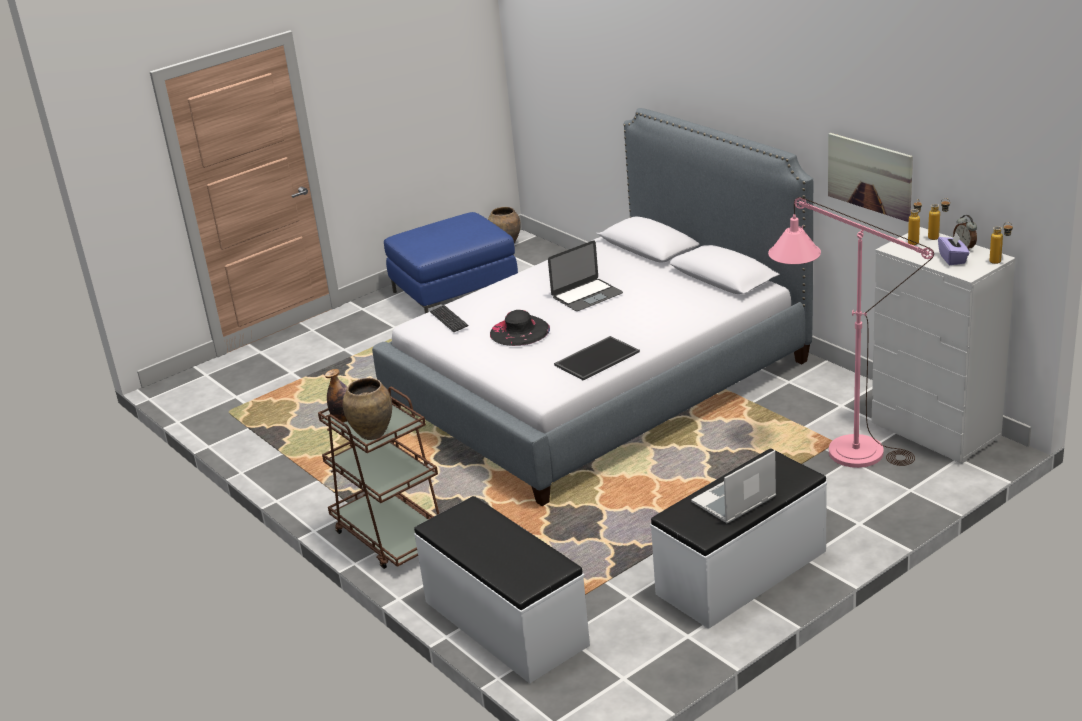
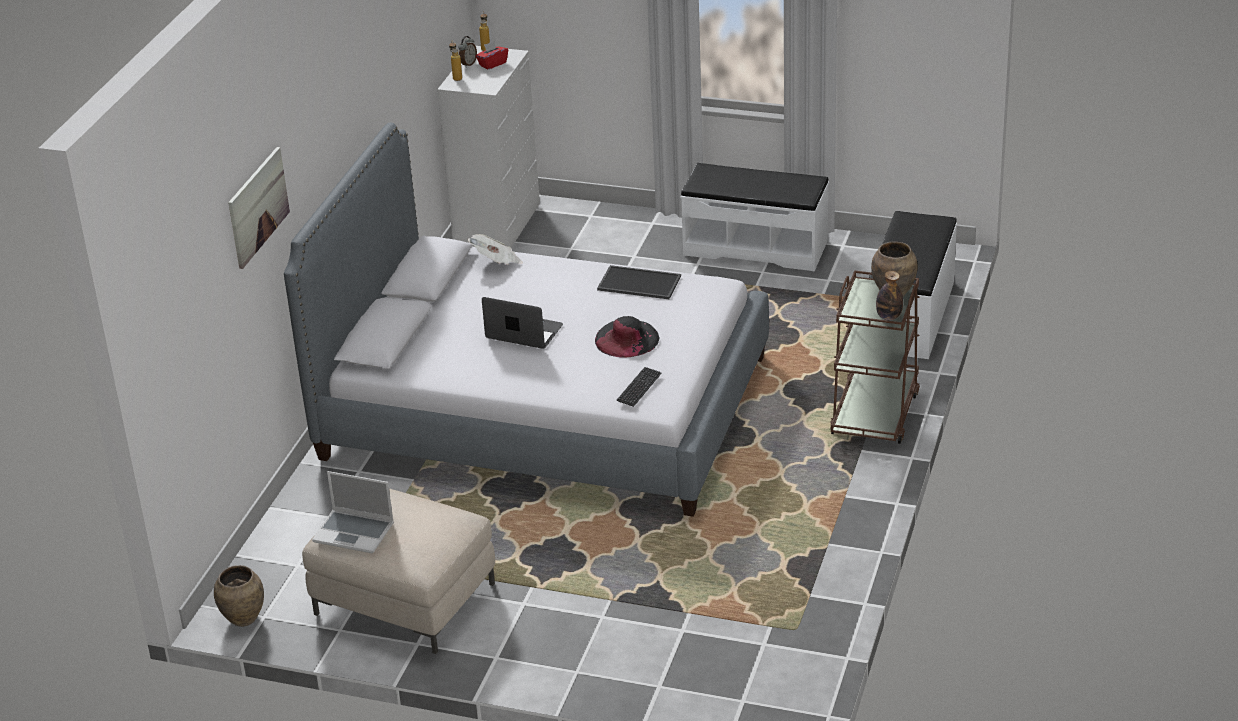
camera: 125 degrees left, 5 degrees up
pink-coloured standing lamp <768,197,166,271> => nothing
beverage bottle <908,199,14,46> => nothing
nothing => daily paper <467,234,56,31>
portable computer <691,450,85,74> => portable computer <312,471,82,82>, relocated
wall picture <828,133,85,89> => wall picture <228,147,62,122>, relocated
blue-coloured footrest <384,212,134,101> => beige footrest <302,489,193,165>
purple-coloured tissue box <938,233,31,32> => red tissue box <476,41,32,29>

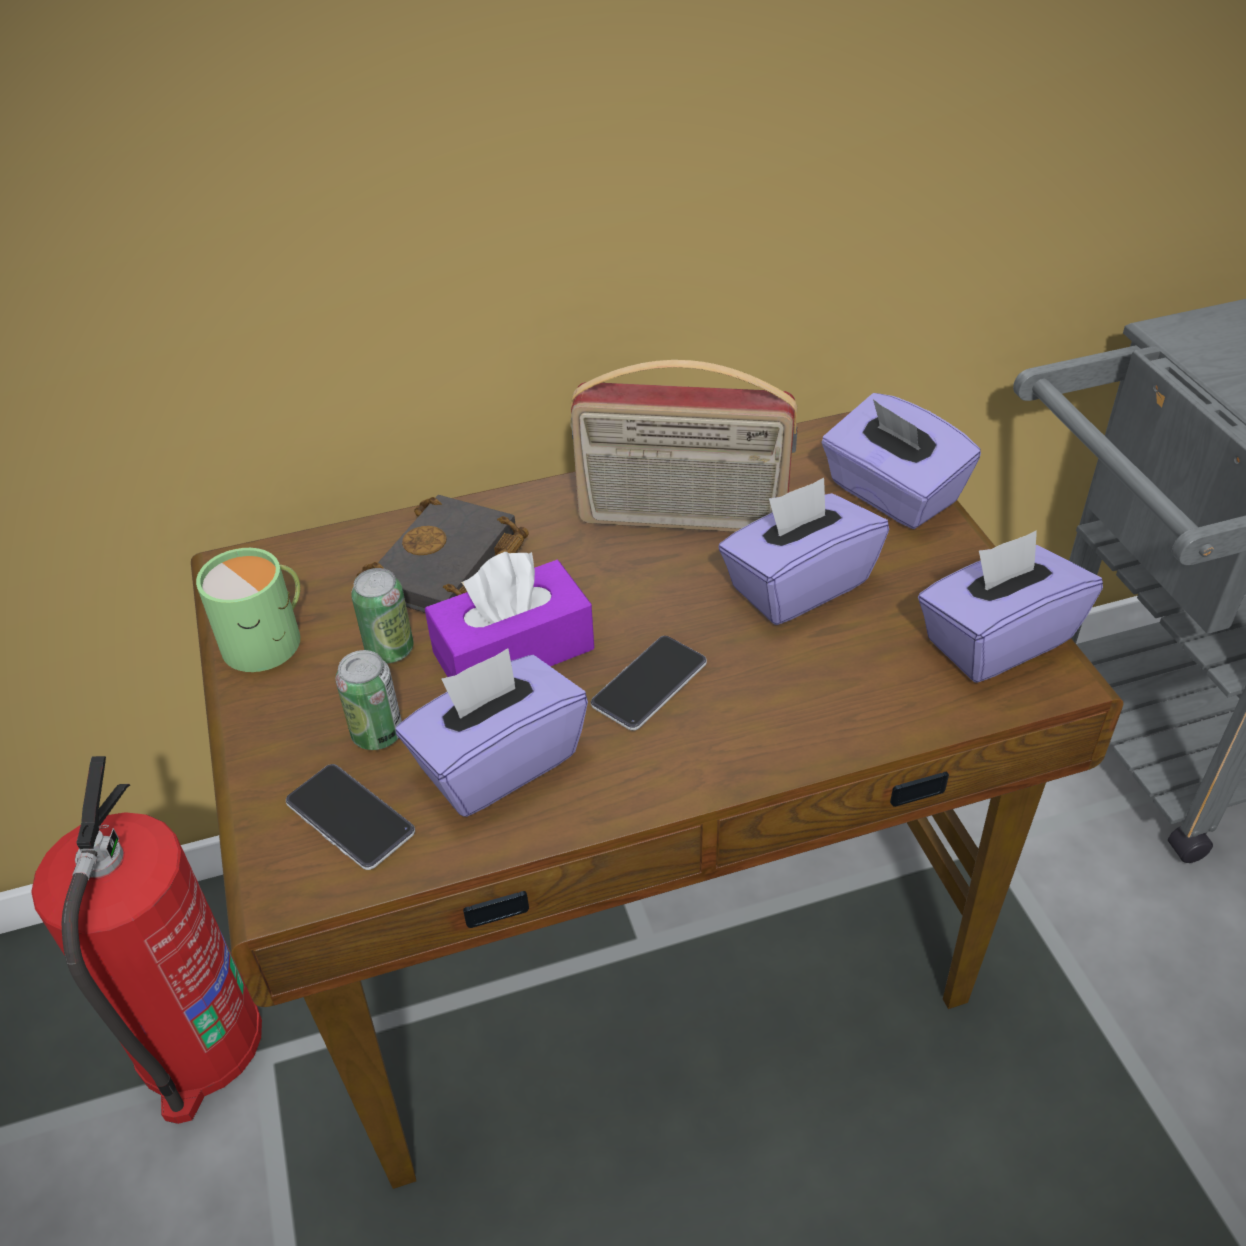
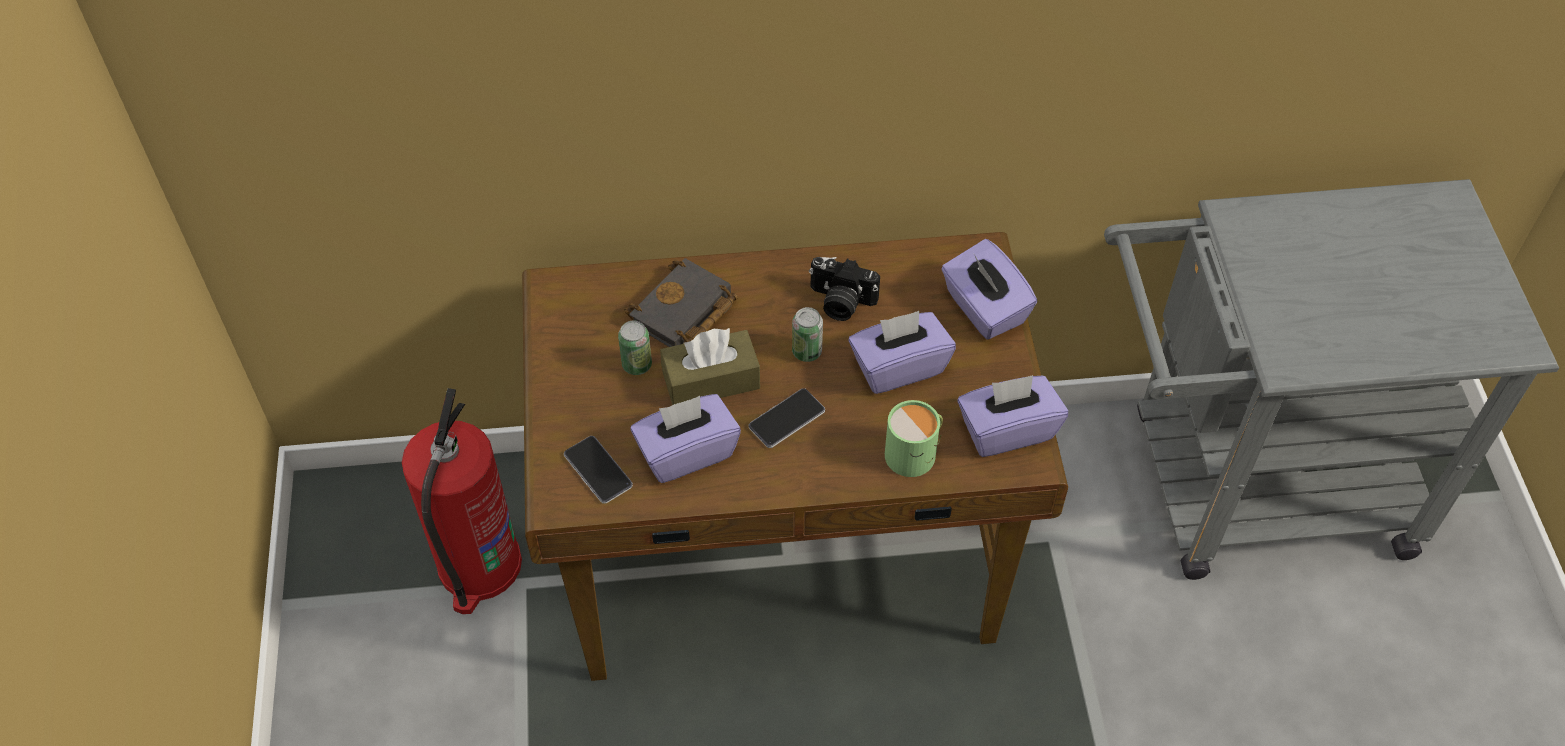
camera: 10 degrees right, 10 degrees up
green tea mug <196,548,104,124> => green tea mug <885,400,58,77>, relocated
can <336,650,66,100> => can <792,307,31,55>, relocated
radio receiver <570,360,228,172> => photo camera <809,257,71,64>
purple-coloured tissue box <425,552,169,125> => brown tissue box <660,328,100,77>

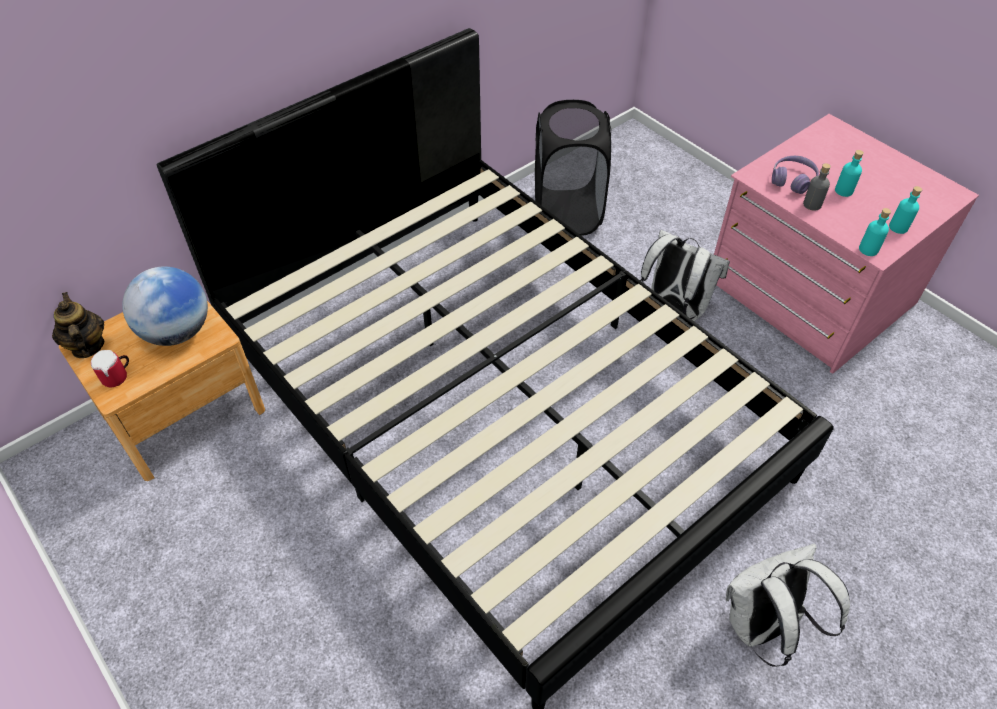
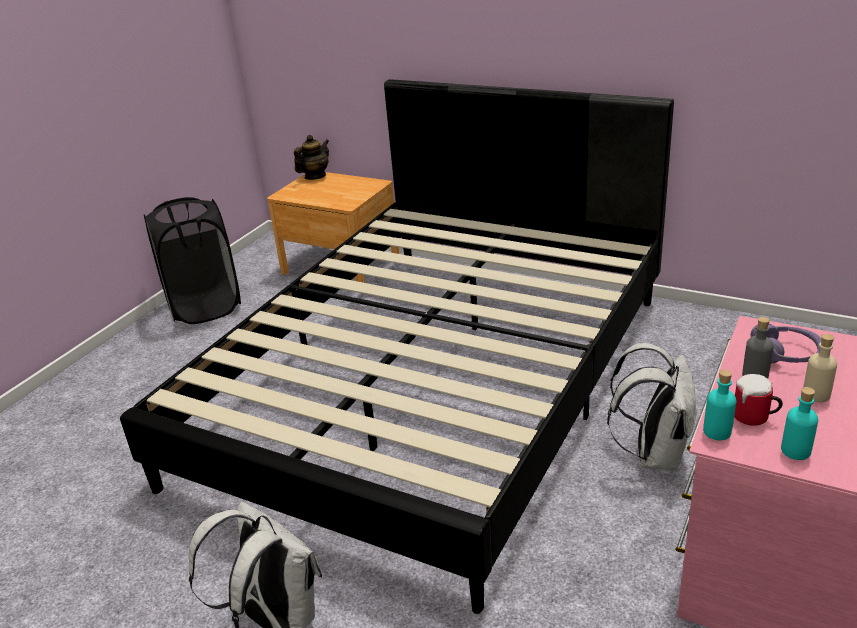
camera: 70 degrees right, 20 degrees down
world globe <122,266,86,80> => nothing
tea mug <91,350,38,37> => tea mug <734,374,49,52>, relocated
black hamper <535,100,76,136> => black hamper <144,197,97,127>, relocated
blue-green beverage bottle <835,150,29,47> => beige beverage bottle <803,334,34,68>

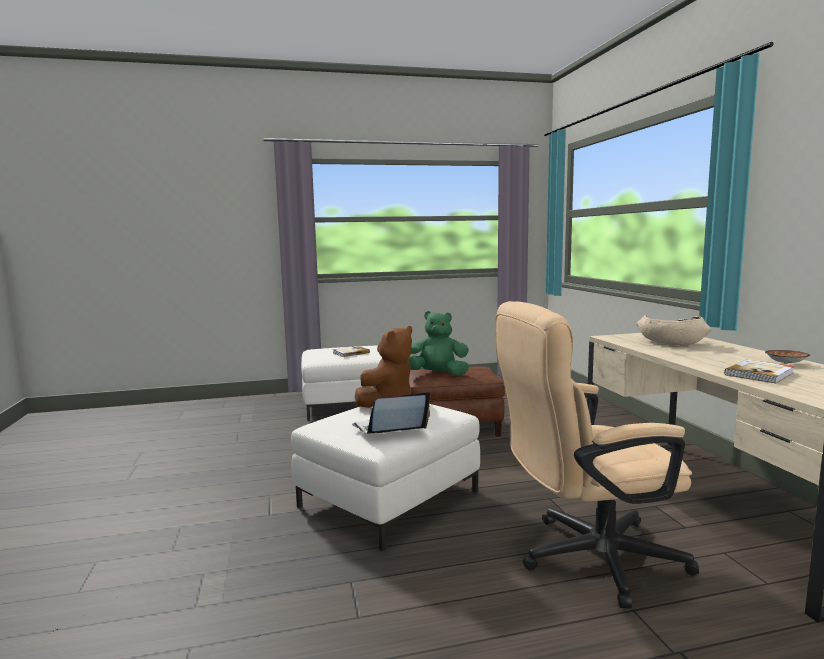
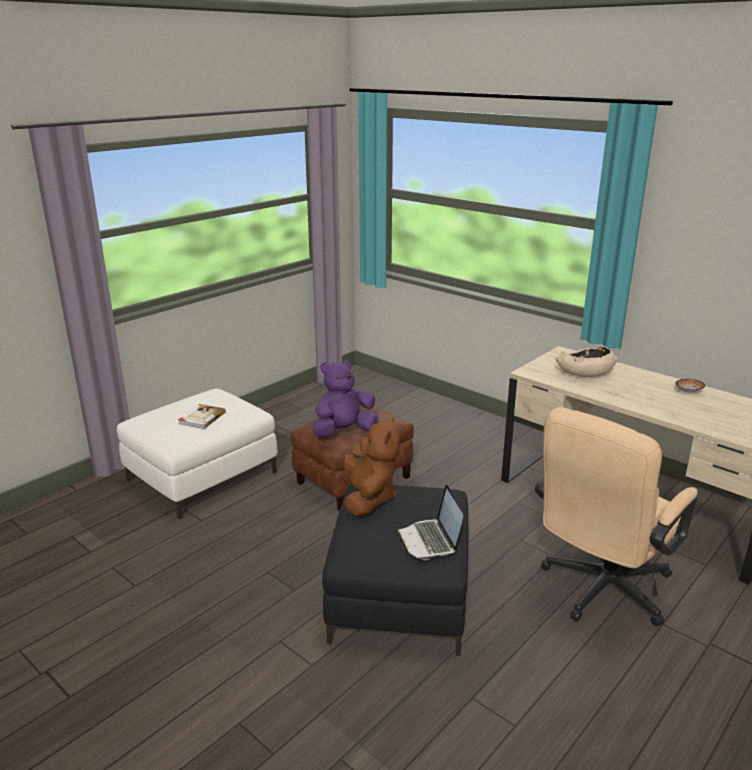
camera: 35 degrees left, 15 degrees up
volume <724,360,70,23> => nothing
white footrest <291,404,189,147> => black footrest <322,484,146,172>
green soft toy <408,311,61,65> => purple-coloured soft toy <312,360,66,77>
portable computer <352,392,78,42> => portable computer <397,485,66,76>, 45 degrees counterclockwise

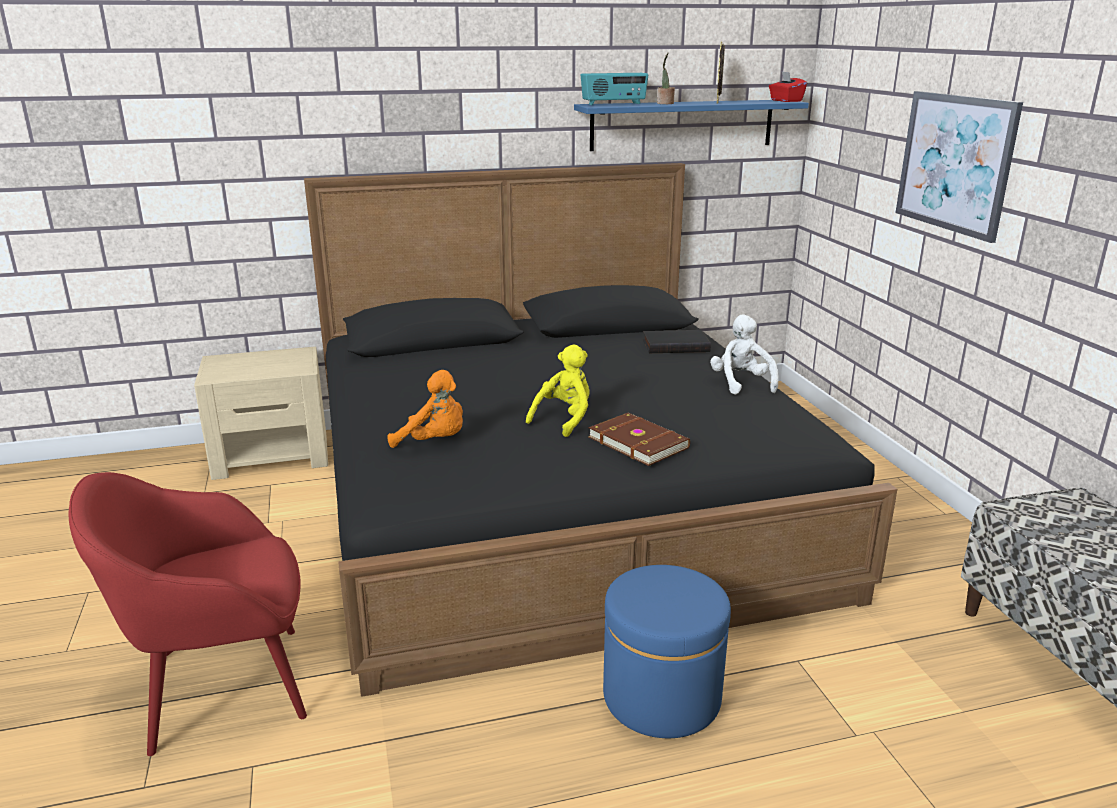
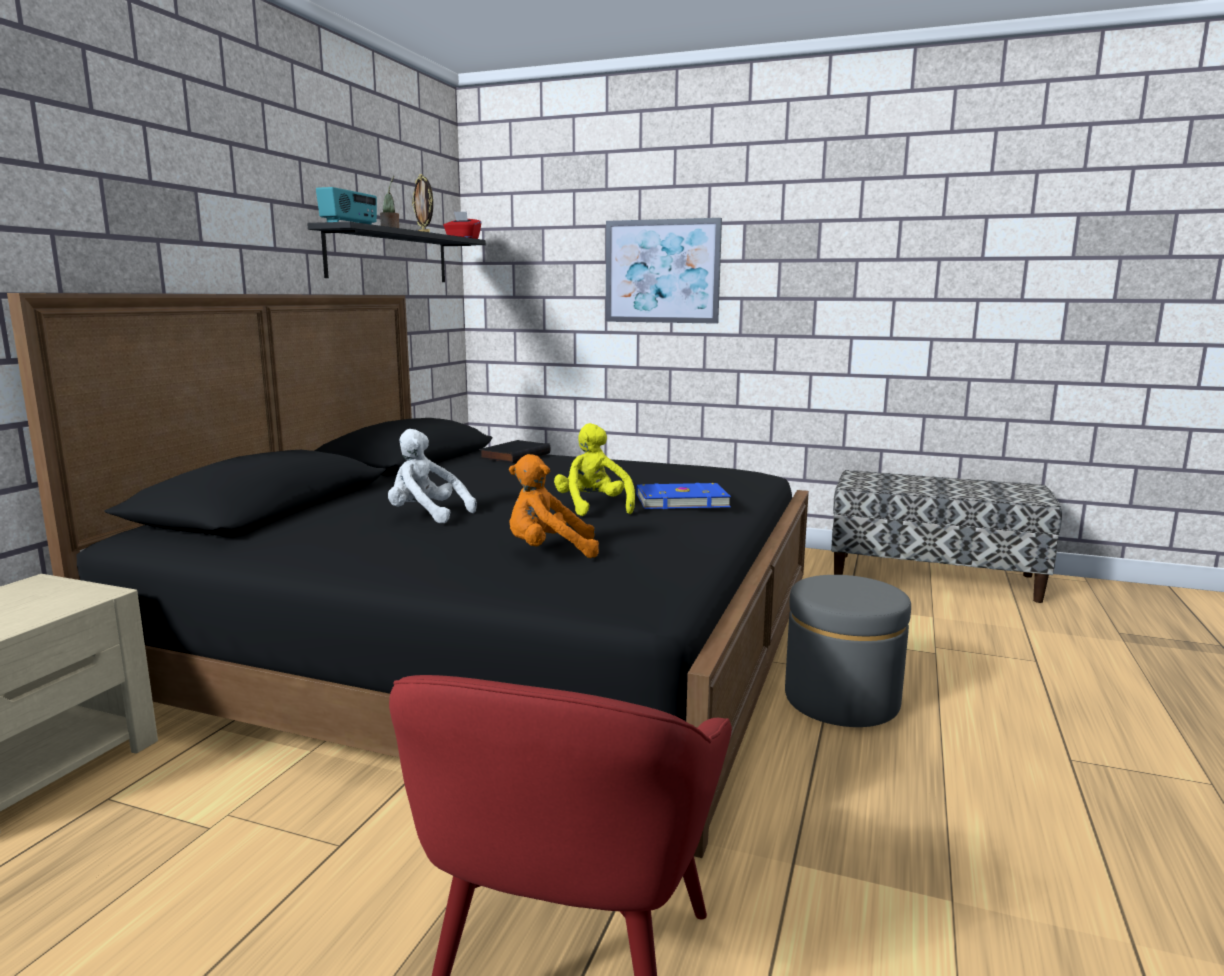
camera: 55 degrees left, 10 degrees down
white soft toy <710,315,69,80> => white soft toy <388,429,89,94>, relocated
blue-coloured bracket shelf <574,100,235,51> => black bracket shelf <307,222,179,60>
brown volume <588,413,102,53> => blue-coloured volume <636,483,95,26>
blue-coloured footrest <603,565,128,173> => grey footrest <785,575,126,152>
orange soft toy <388,370,75,78> => orange soft toy <509,454,90,104>, 150 degrees counterclockwise

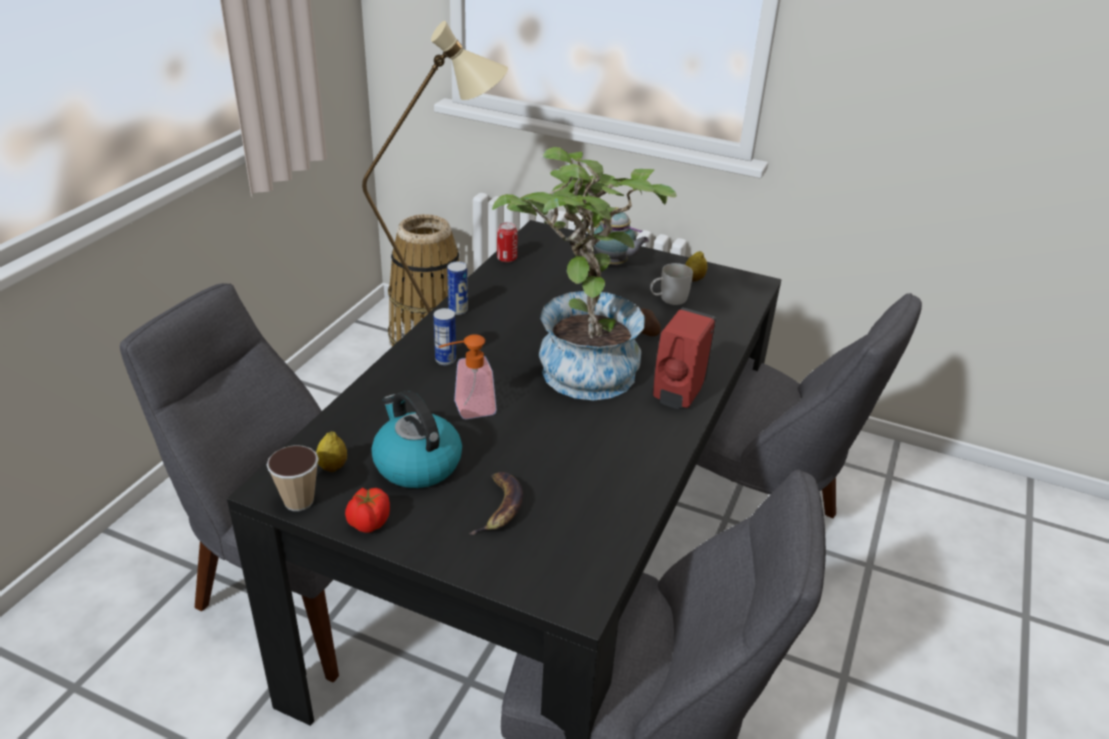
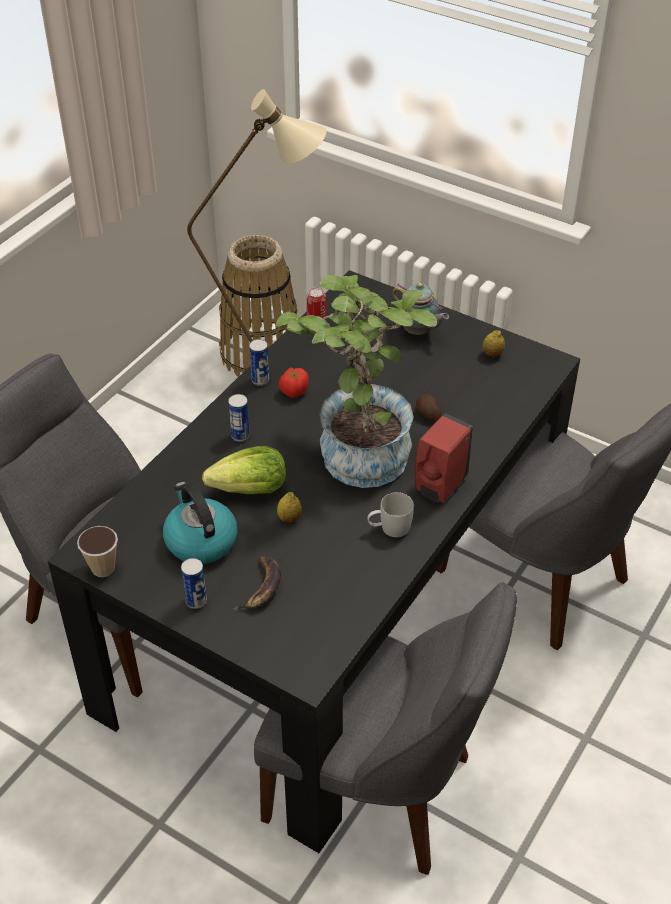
camera: 10 degrees right, 10 degrees up
nothing => can <181,558,26,51>
citrus fruit <316,432,31,40> => citrus fruit <277,492,25,31>, relocated
tomato <345,488,45,45> => tomato <279,367,30,31>, relocated
white tea mug <650,263,43,42> => white tea mug <367,492,47,45>, relocated
soap bottle <438,334,59,85> => lettuce head <202,446,84,48>

